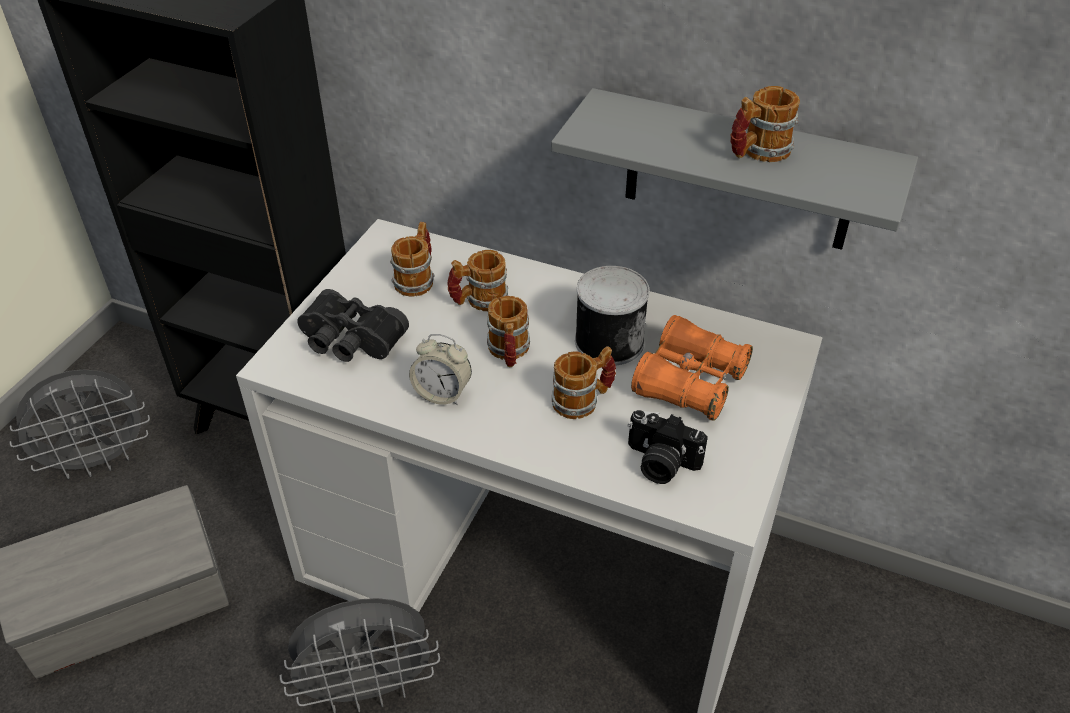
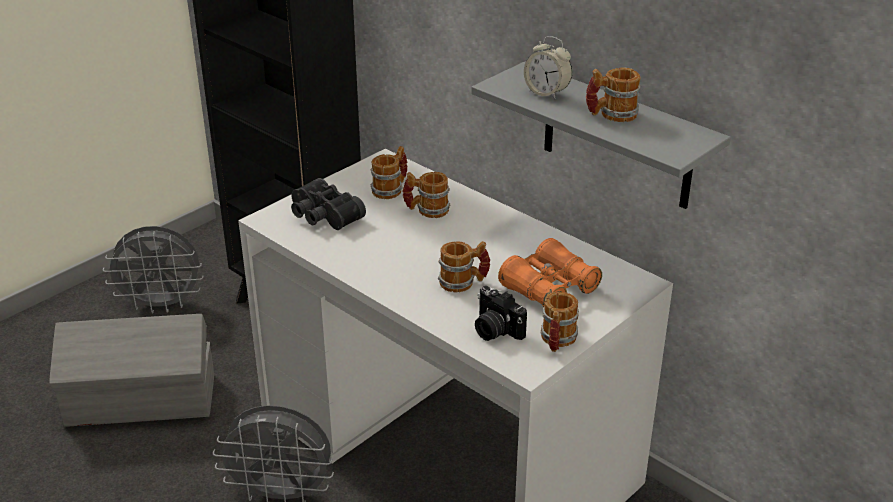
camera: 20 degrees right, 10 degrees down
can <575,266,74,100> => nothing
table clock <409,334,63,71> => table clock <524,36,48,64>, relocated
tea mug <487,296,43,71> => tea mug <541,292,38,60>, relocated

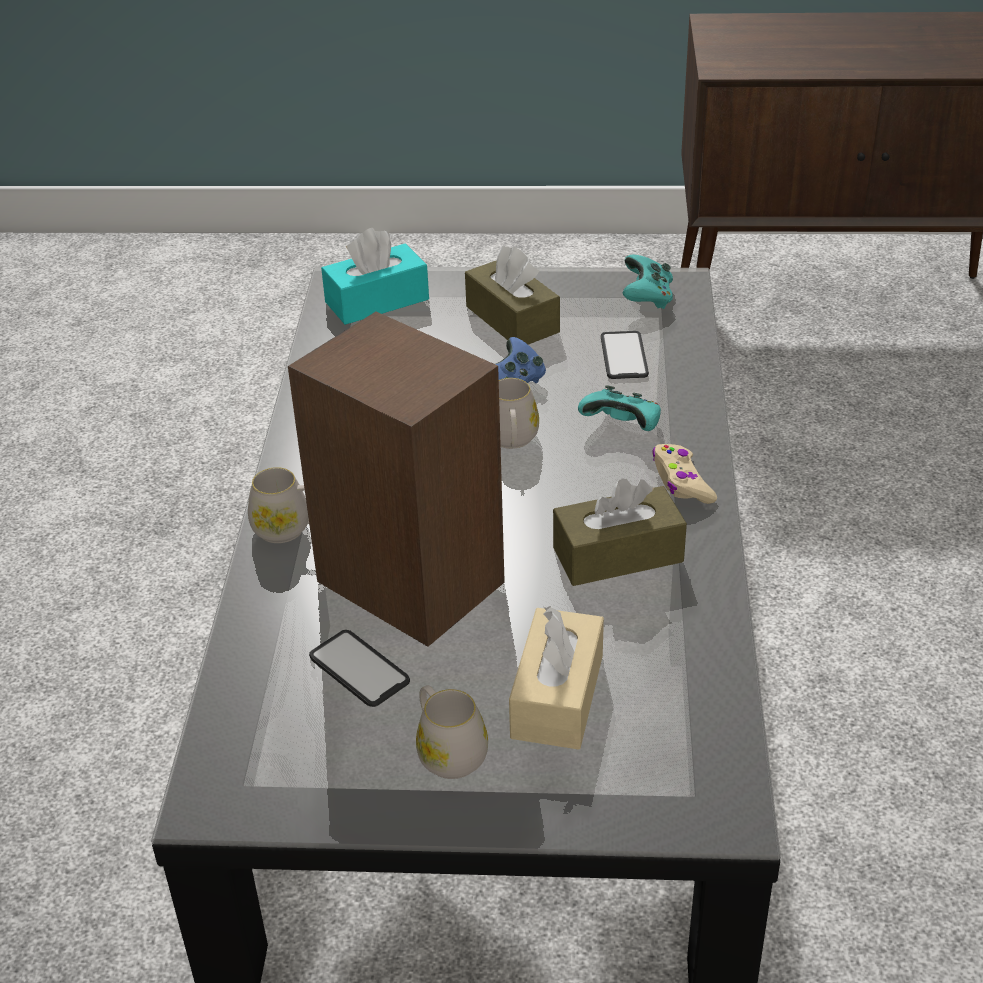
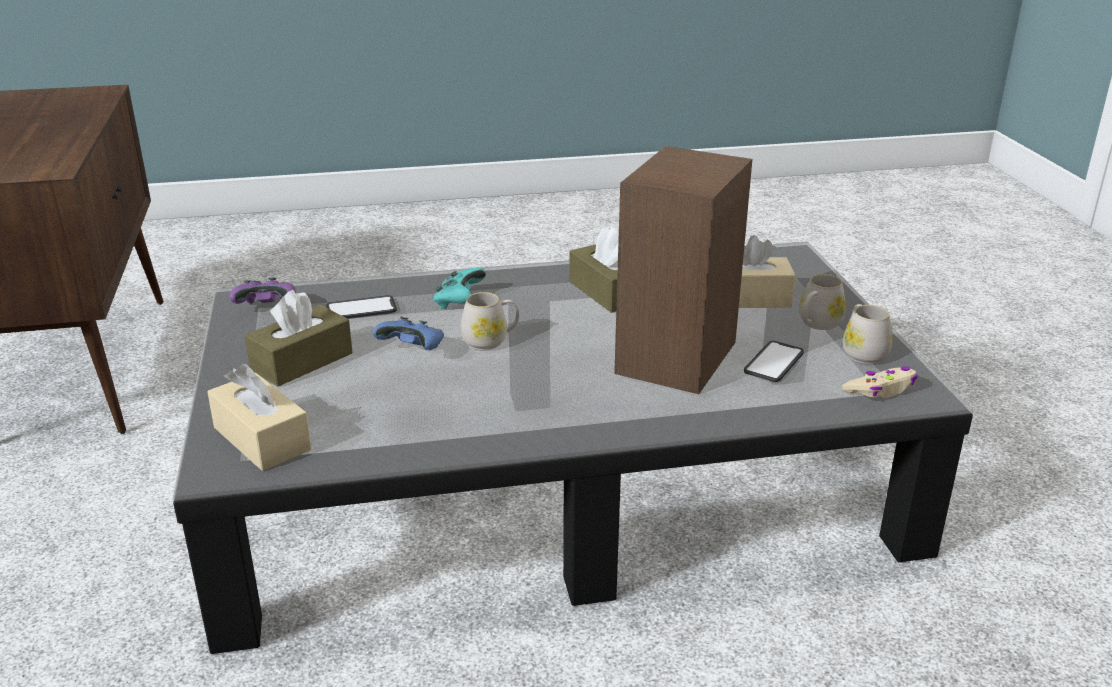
camera: 105 degrees left, 10 degrees down
white tea mug <248,467,61,76> => white tea mug <843,304,49,60>, relocated
beige joypad <652,444,65,60> => beige joypad <842,366,76,32>, relocated
blue-green tissue box <321,228,108,97> => beige tissue box <207,364,104,107>
blue-green joypad <623,255,50,54> => purple-coloured joypad <230,277,66,27>

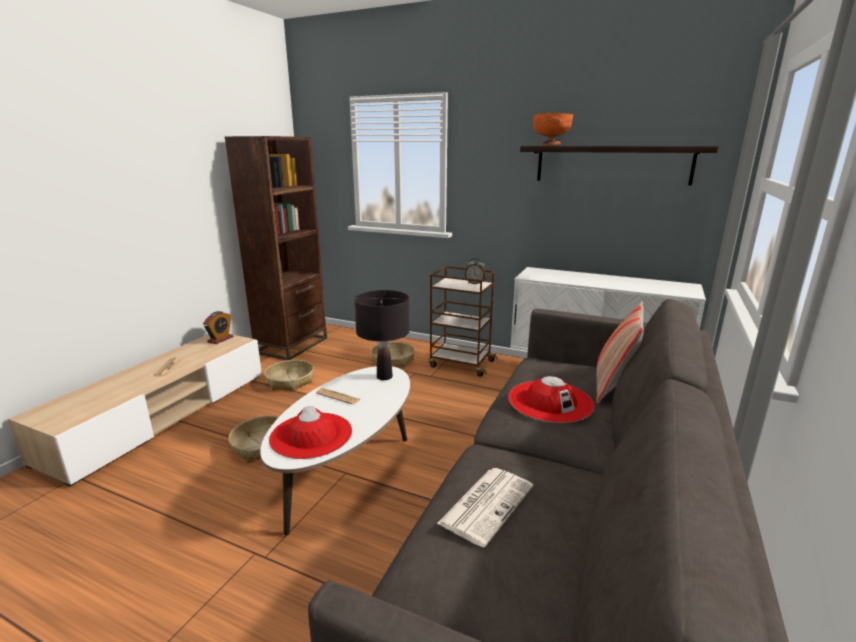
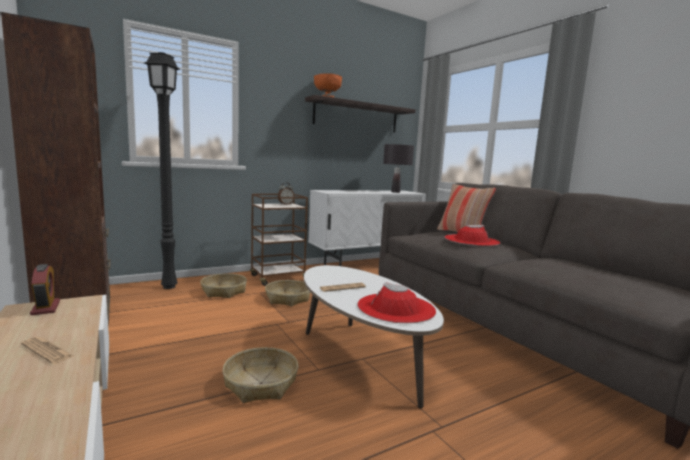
camera: 55 degrees left, 10 degrees down
daily paper <437,468,96,79> => nothing
nothing => black standing lamp <144,52,37,237>
storage basket <264,360,50,31> => storage basket <265,280,45,27>, relocated
black table lamp <354,290,56,90> => black table lamp <383,144,31,49>, relocated

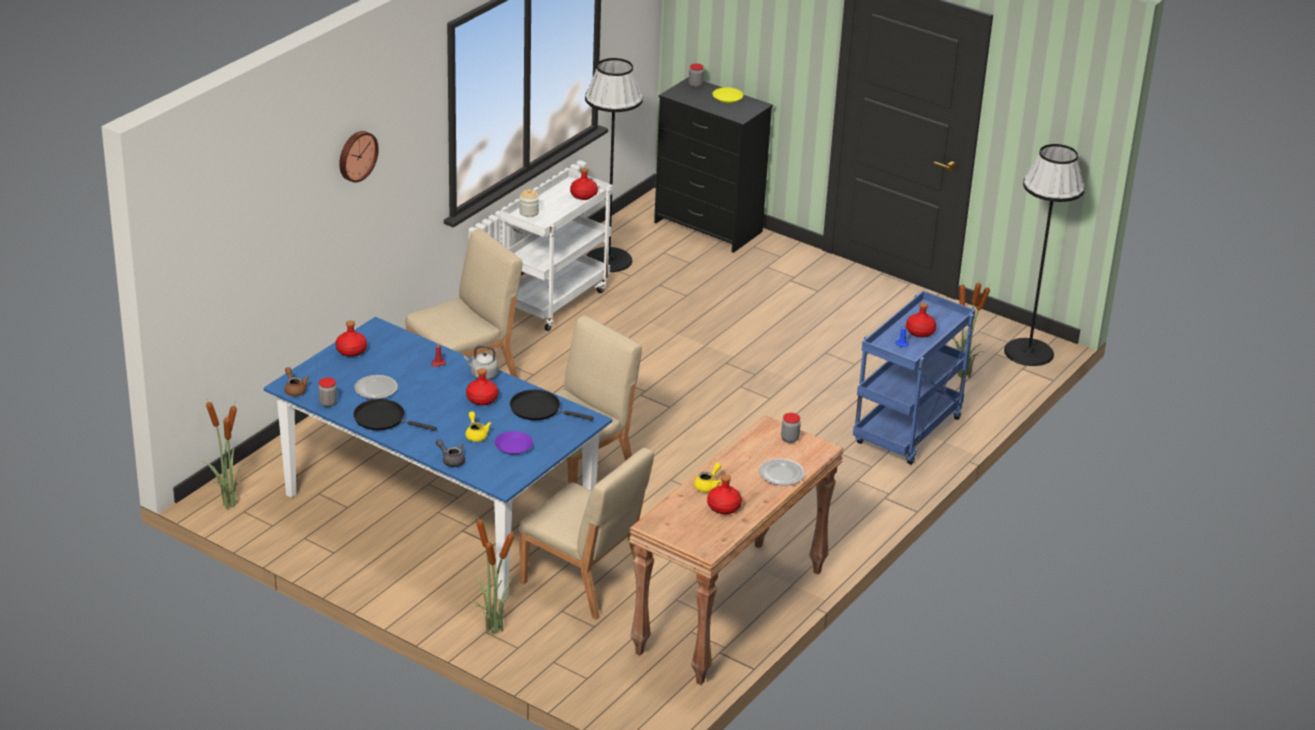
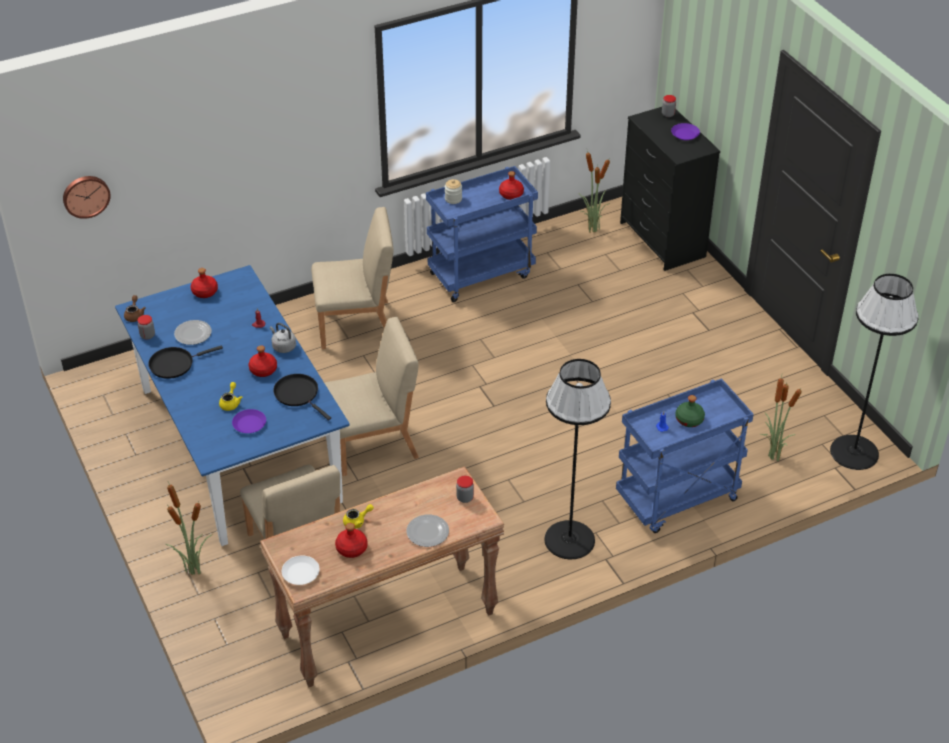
camera: 30 degrees right, 10 degrees up
grey pot for tea <436,439,29,28> => nothing
nothing => white plate <282,556,38,29>
plant in a pot <202,399,45,110> => plant in a pot <579,151,31,82>, relocated
clock on the wall <339,131,40,52> => clock on the wall <63,176,48,43>, relocated
black standing lamp <585,58,58,214> => black standing lamp <544,359,67,200>, relocated
white wheeled cart <500,169,113,162> => blue-coloured wheeled cart <426,166,112,136>
yellow plate <712,87,31,16> => purple-coloured plate <671,123,29,17>
red beverage bottle <906,303,30,34> => green beverage bottle <675,395,30,32>
black skillet <353,399,84,32> => black skillet <148,346,75,33>, 75 degrees counterclockwise

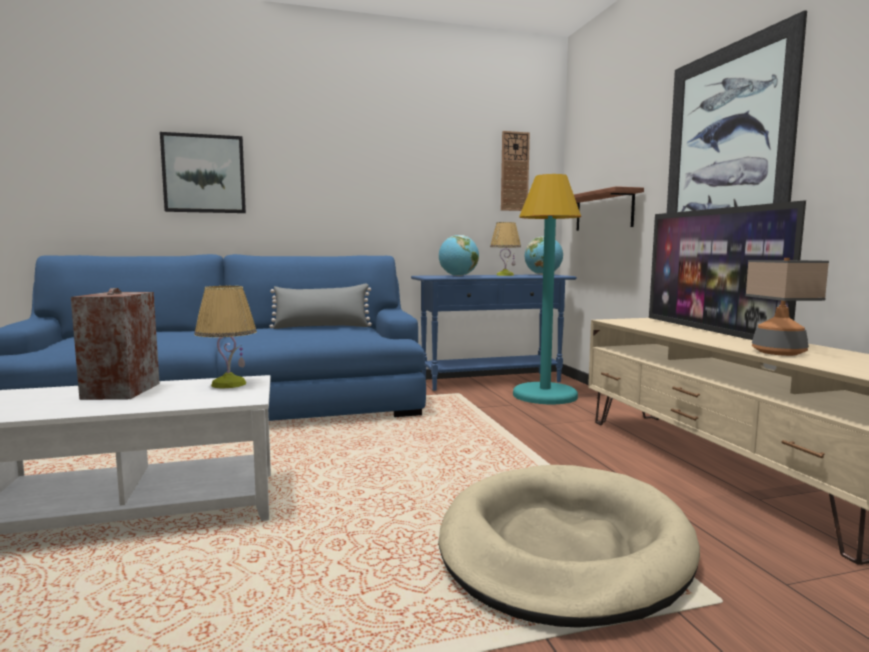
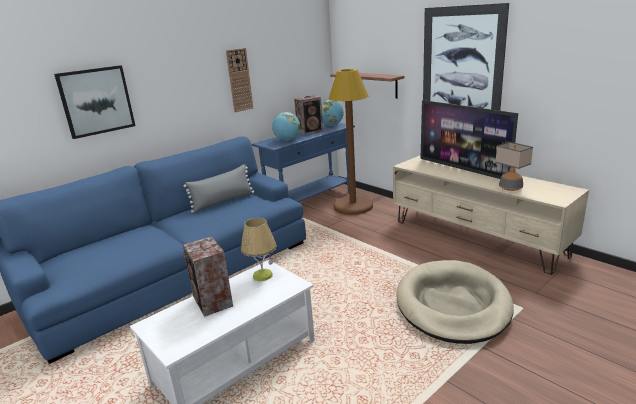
camera: 25 degrees left, 15 degrees up
clock on the wall <501,131,29,80> => clock on the wall <226,48,27,64>, relocated
table lamp <490,222,31,54> => loudspeaker <294,95,29,40>
blue-green standing lamp <513,174,68,230> => brown standing lamp <329,69,44,146>

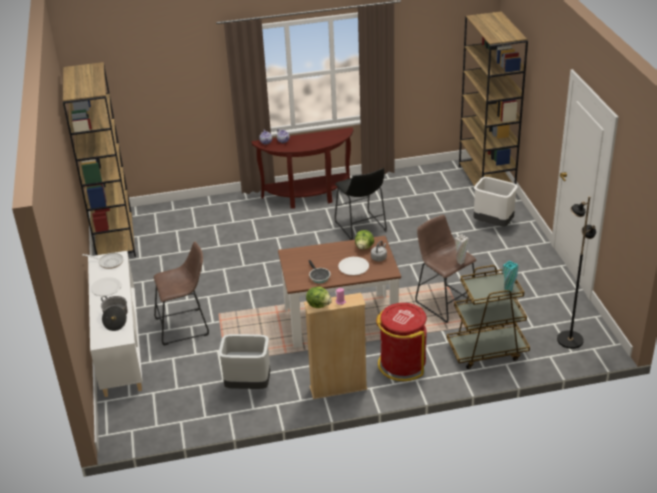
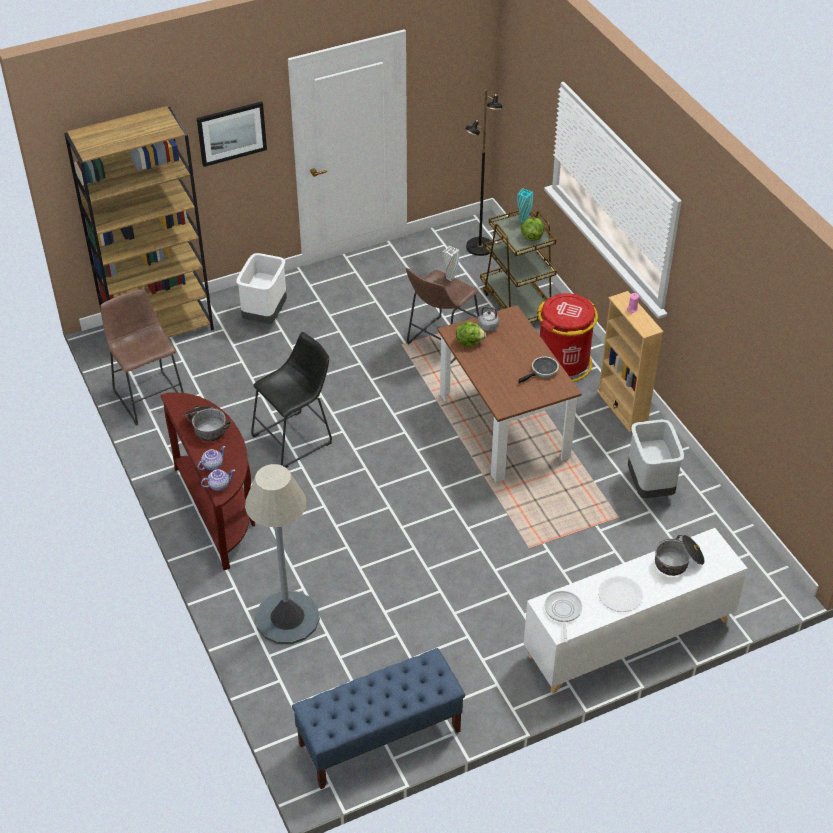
camera: 105 degrees left, 10 degrees up
white plate <338,257,31,18> => nothing
nothing => cooking pot <182,405,49,36>
nothing => wall picture <197,101,70,66>
nothing => grey standing lamp <245,464,75,180>
brown sitting stool <154,242,55,104> => brown sitting stool <101,289,83,136>, relocated
lettuce head <306,286,26,22> => lettuce head <521,218,23,23>, relocated
brown bookshelf <63,62,73,195> => blue-coloured long seat <292,648,173,141>

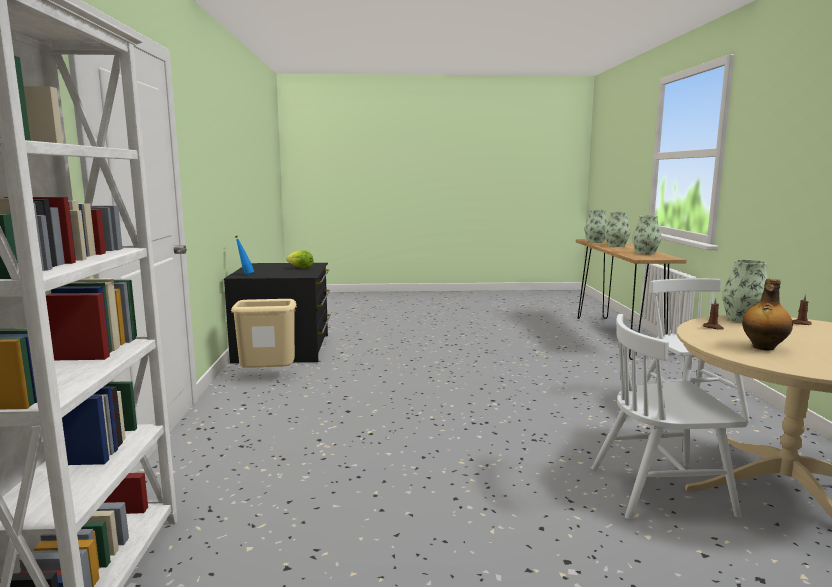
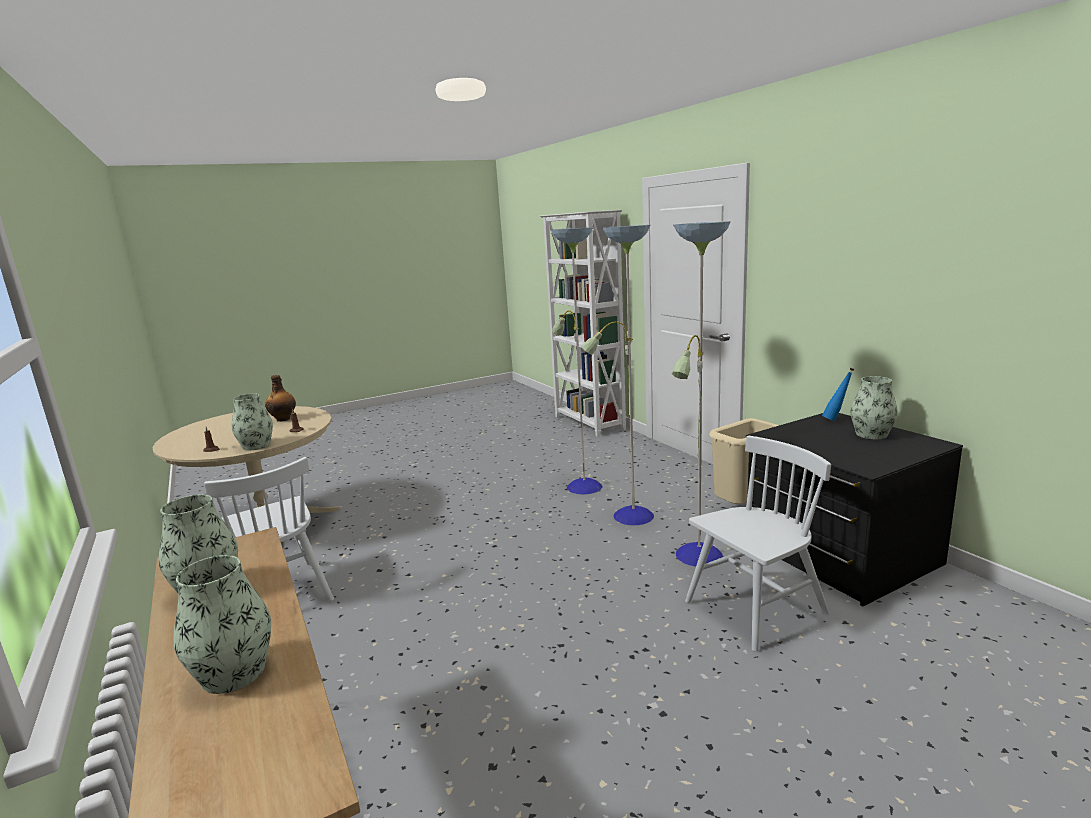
camera: 155 degrees right, 5 degrees up
lettuce head <286,250,28,19> => nothing
nothing => standing lamp <551,221,180,345>
vase <585,210,22,33> => vase <850,376,48,63>, relocated
white chair <591,314,157,206> => white chair <685,436,146,216>, relocated

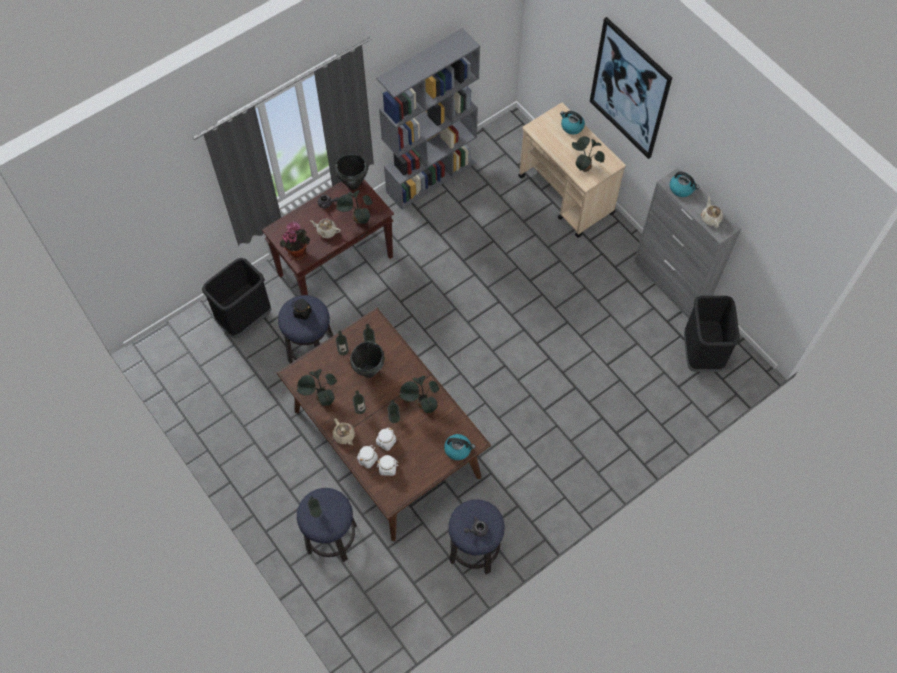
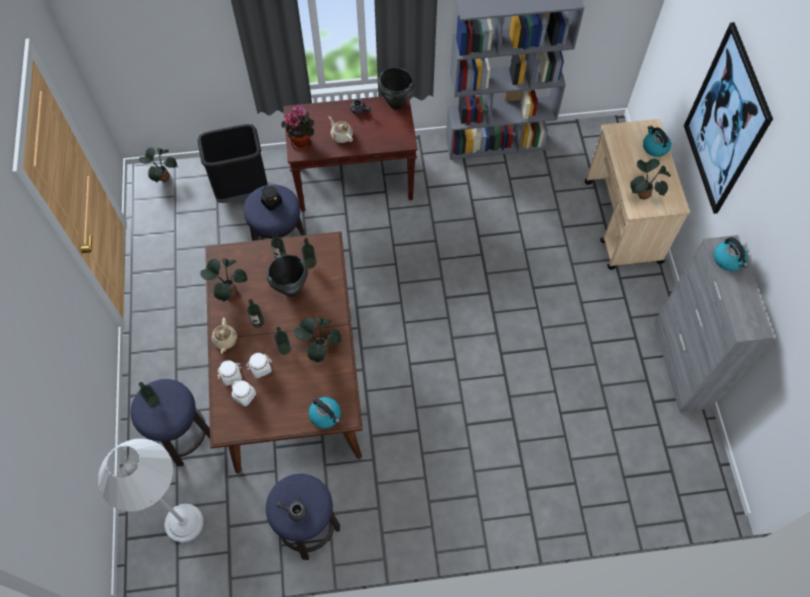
camera: 30 degrees right, 0 degrees up
black rubbish bin <684,296,56,76> => nothing
beige pot for tea <701,196,22,32> => nothing
nothing => white standing lamp <98,438,106,105>
plant in a pot <336,190,37,34> => plant in a pot <139,148,39,35>, relocated

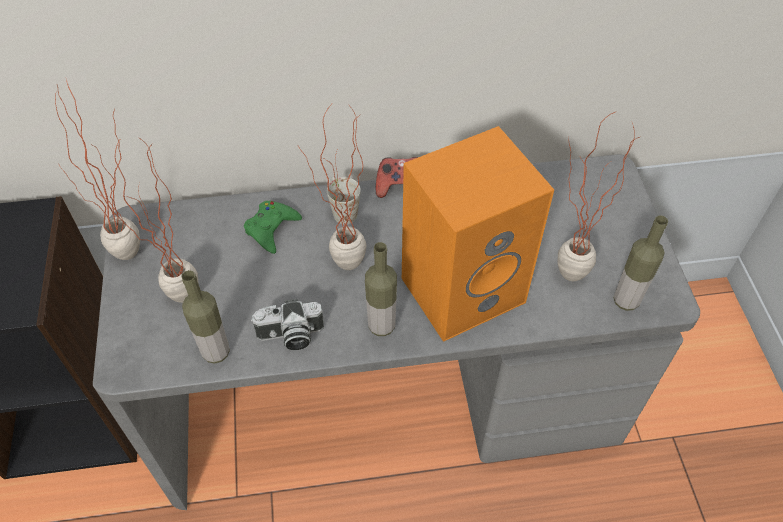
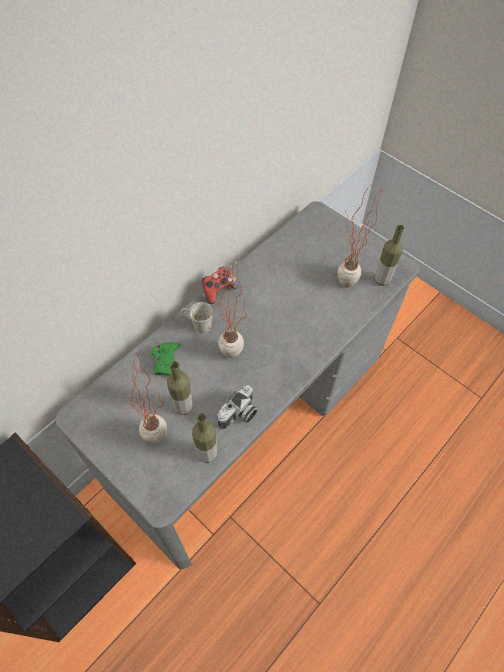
camera: 40 degrees left, 5 degrees up
plant in a pot <55,79,85,181> => nothing
orange loudspeaker <402,126,152,216> => nothing
beverage bottle <365,242,32,94> => beverage bottle <167,361,26,54>, relocated

